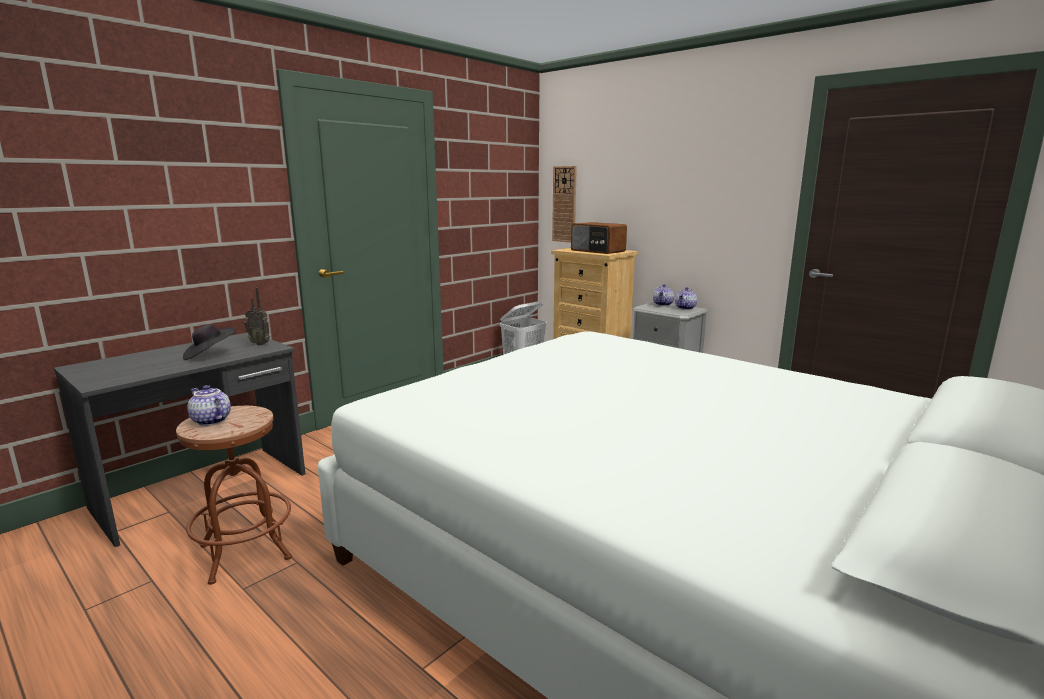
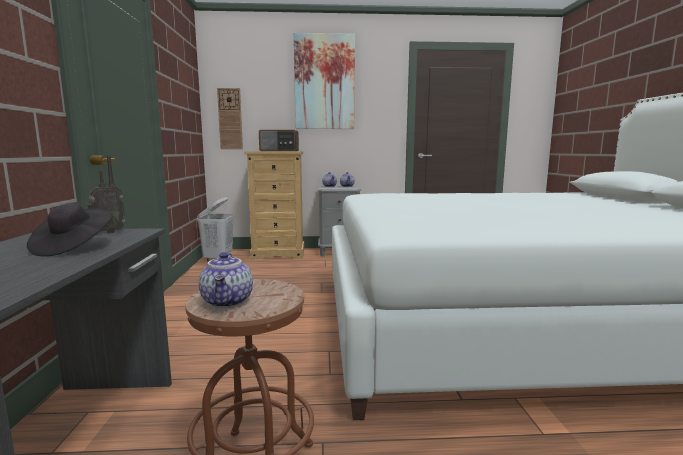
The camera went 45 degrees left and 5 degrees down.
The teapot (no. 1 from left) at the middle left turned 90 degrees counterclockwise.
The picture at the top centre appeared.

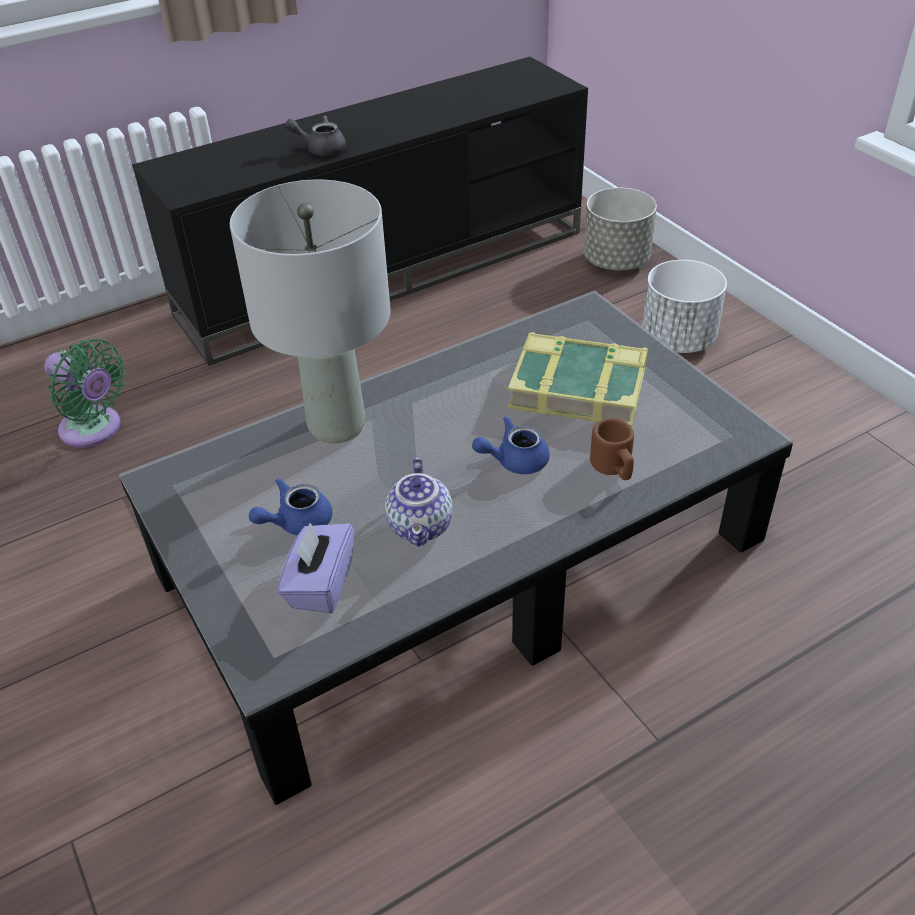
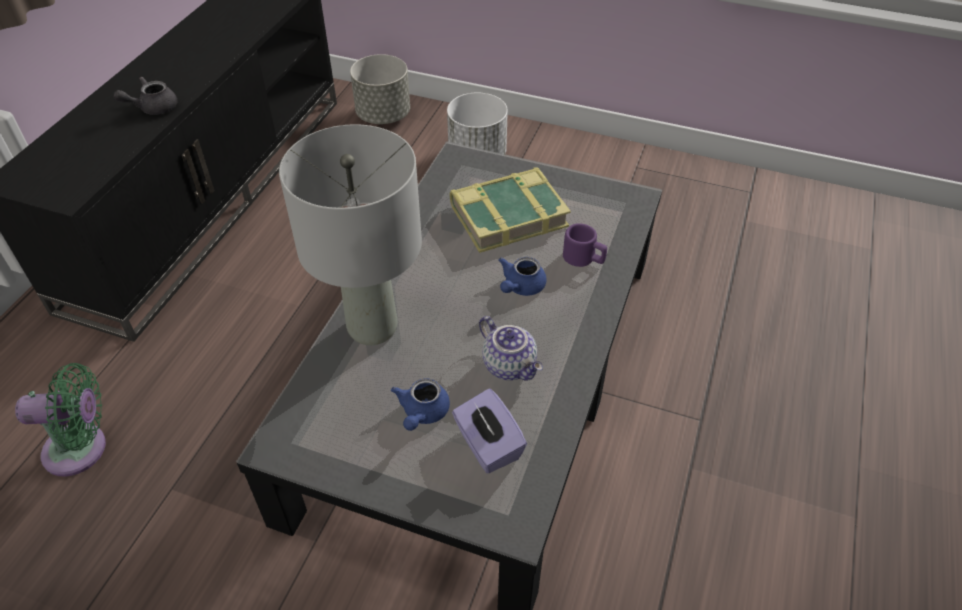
The camera went 40 degrees left and 5 degrees up.
The brown mug at the middle right became the purple mug at the centre.

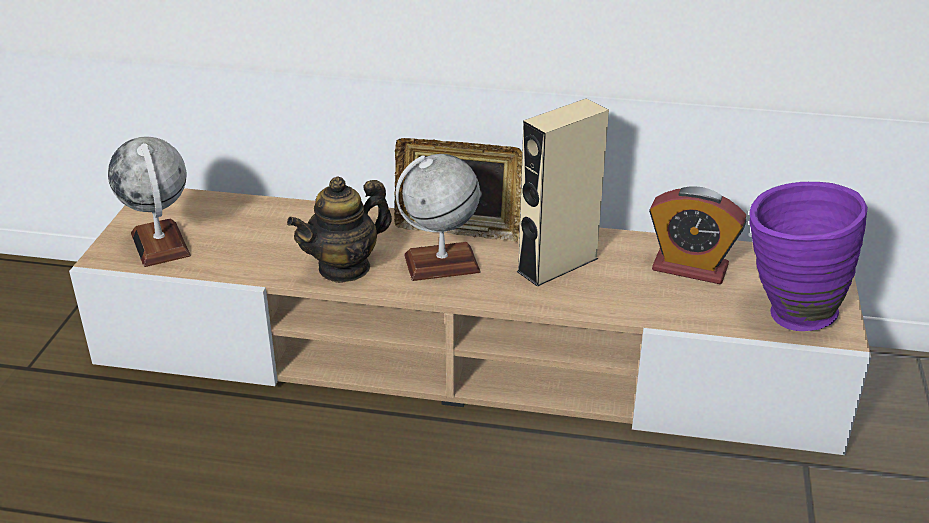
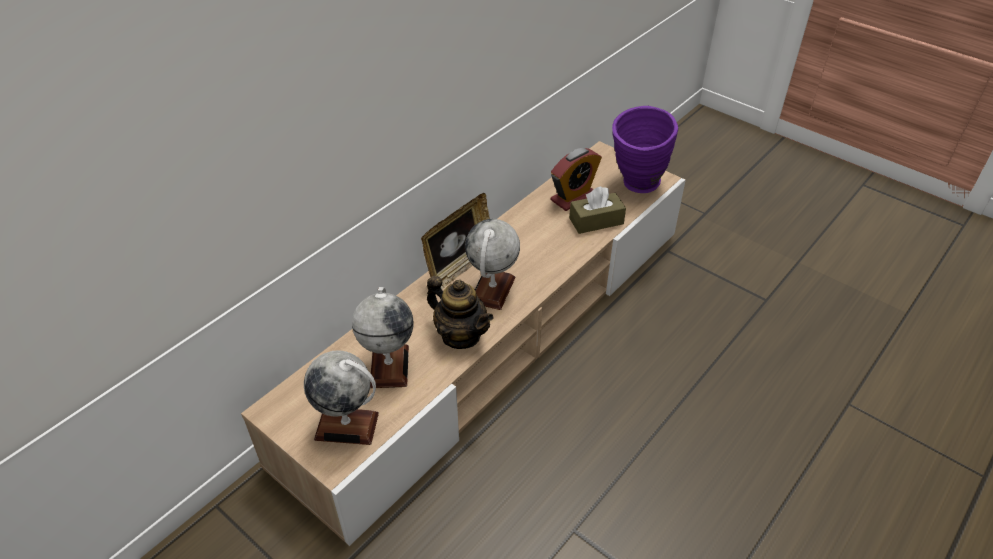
The camera went 60 degrees left and 10 degrees up.
The globe (no. 2 from left) at the centre appeared.
The teapot at the centre turned 45 degrees counterclockwise.
The brown tissue box at the centre appeared.
The beige speaker at the centre disappeared.

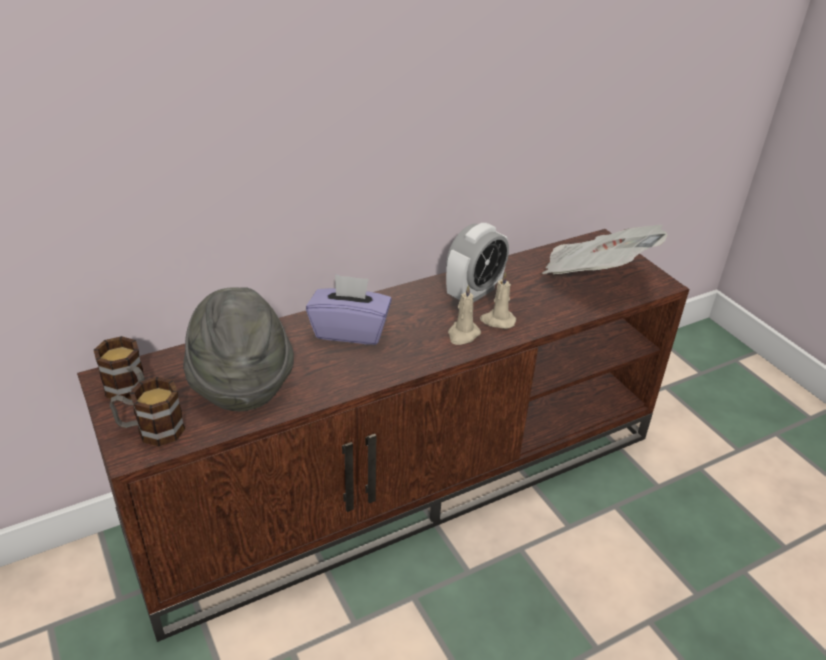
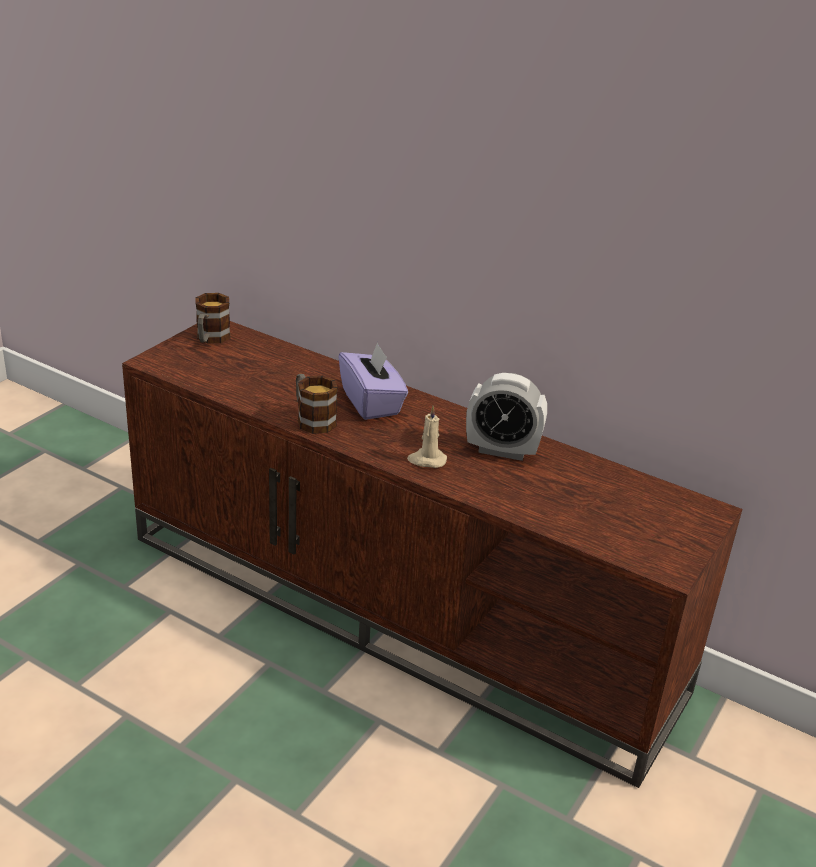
The camera went 60 degrees right and 5 degrees down.
The mug (no. 2 from left) moved from the middle left to the centre.
The grey hat at the middle left disappeared.
The beige candle (no. 2 from left) at the centre disappeared.
The newspaper at the middle right disappeared.

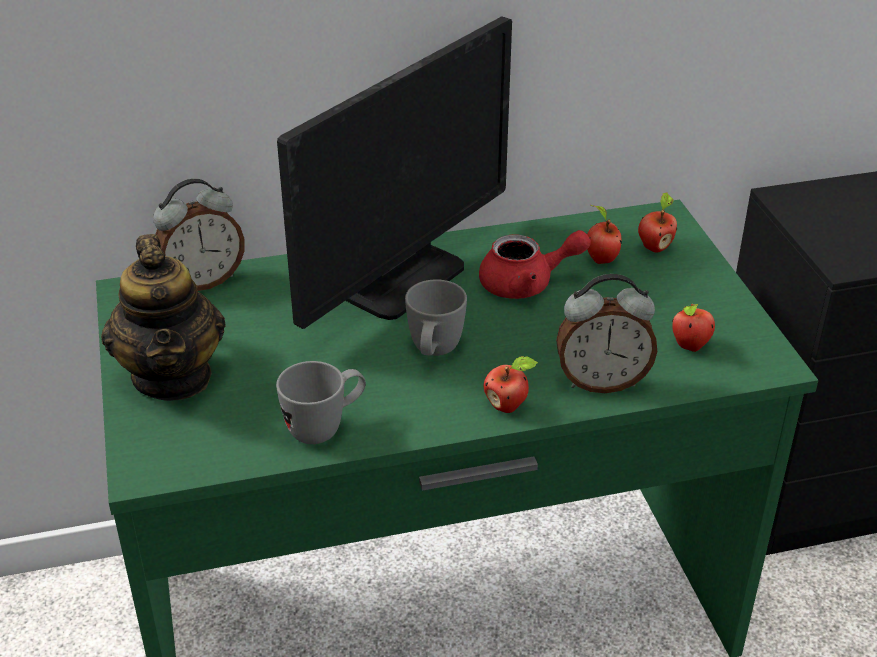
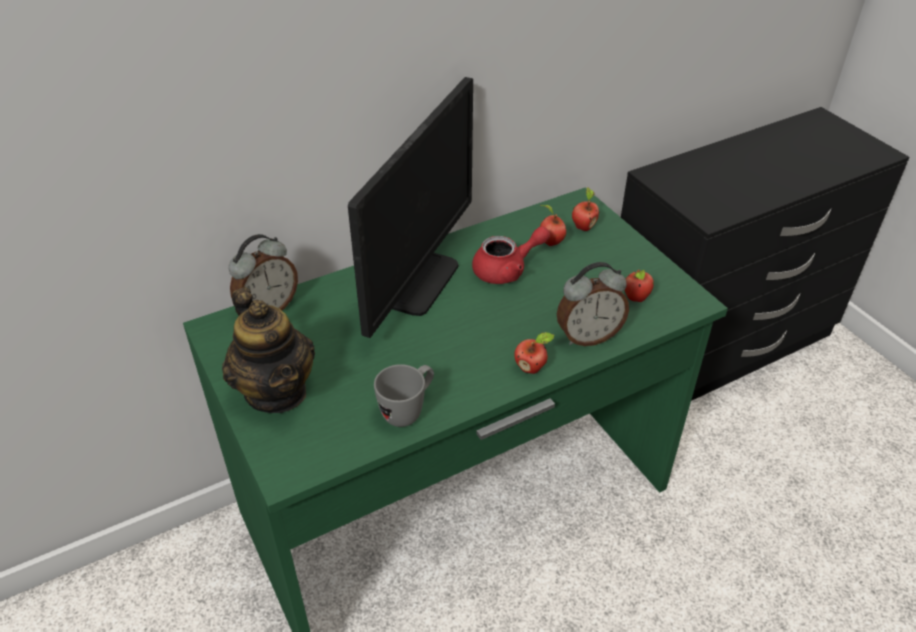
The camera went 15 degrees left and 5 degrees up.
The grey mug (no. 2 from left) at the centre disappeared.

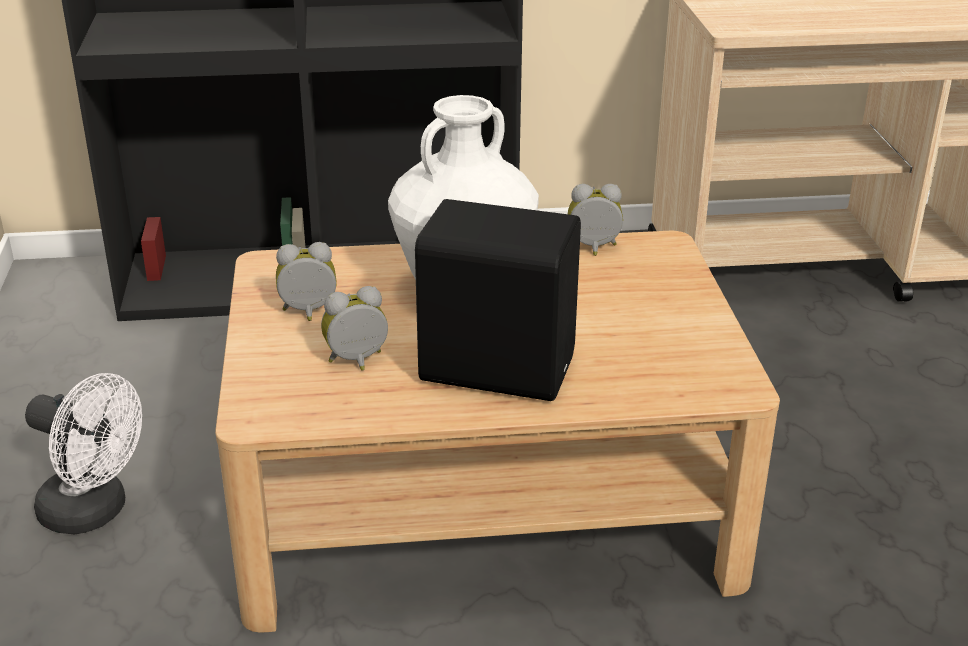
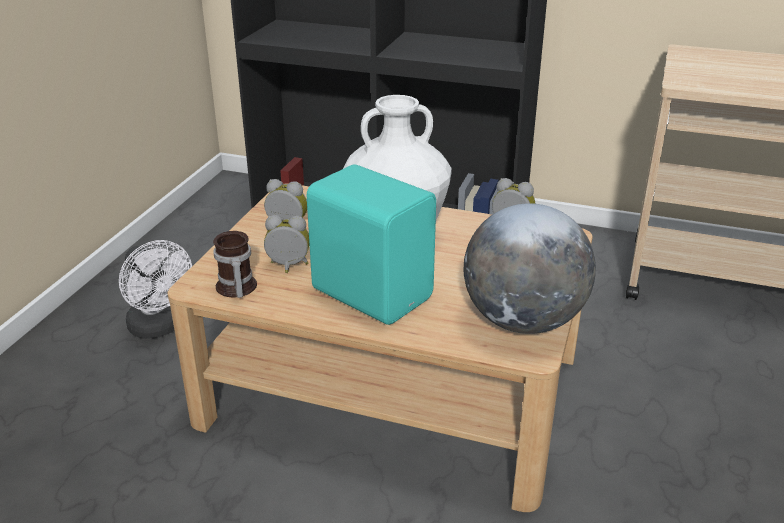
The camera went 25 degrees right and 0 degrees up.
The mug at the middle left appeared.
The black speaker at the centre became the turquoise speaker at the centre.
The globe at the middle right appeared.

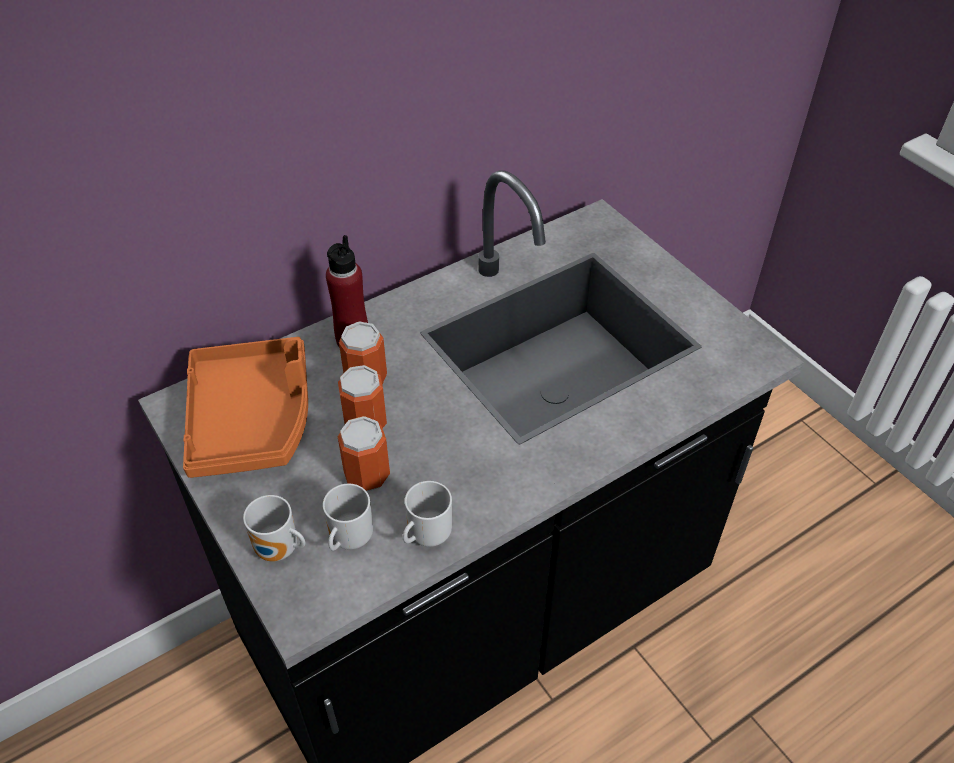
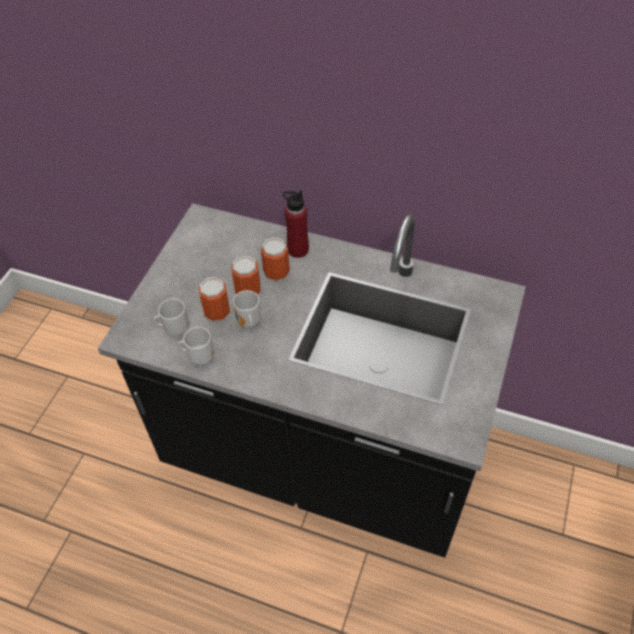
The camera went 55 degrees right and 5 degrees up.
The mug (no. 1 from left in the first image) moved from the bottom left to the centre.
The orange tray at the middle left disappeared.

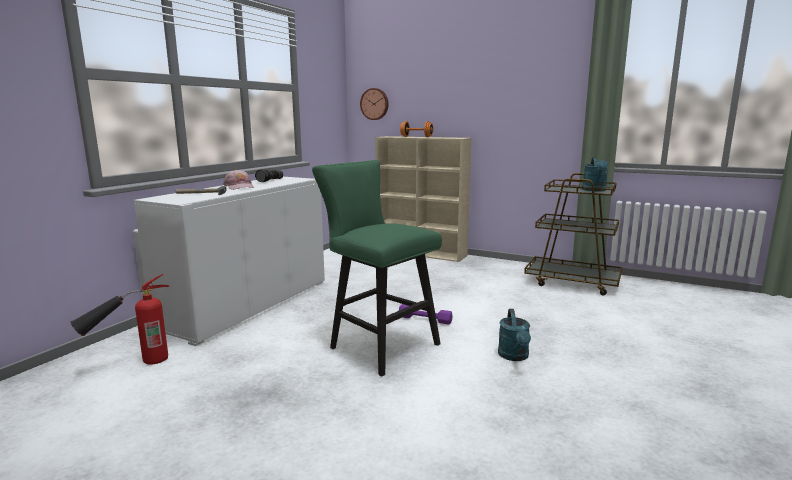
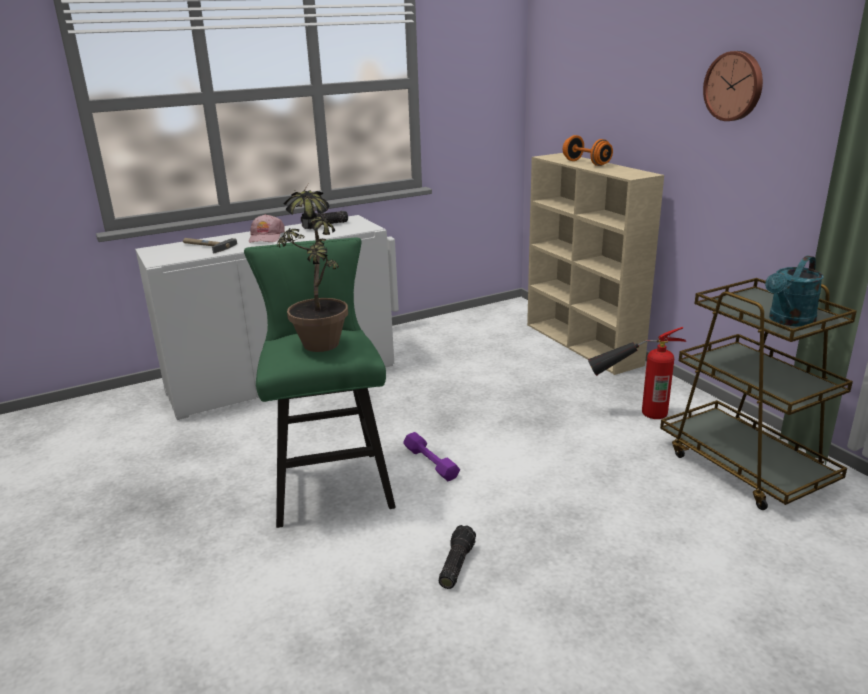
The camera went 35 degrees right and 10 degrees up.
The potted plant at the centre appeared.
The turquoise watering can (no. 1 from left) at the bottom centre was replaced by the flashlight (no. 2 from left) at the bottom centre.
The fire extinguisher moved from the middle left to the middle right.
The wall clock moved from the top centre to the top right.

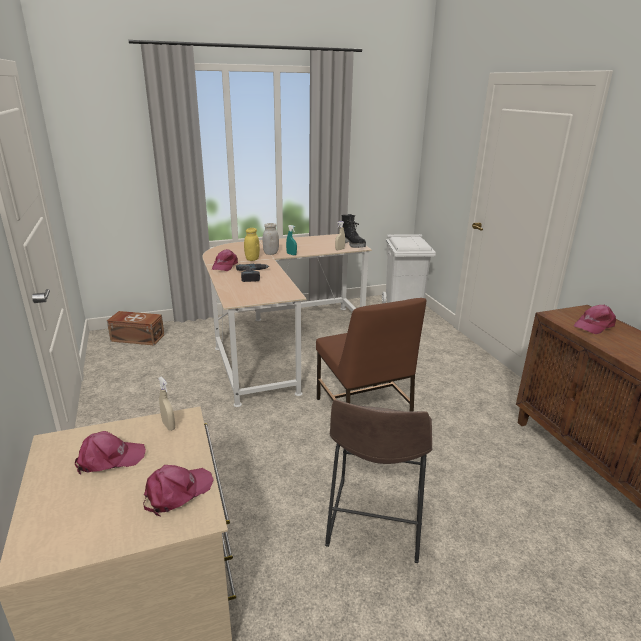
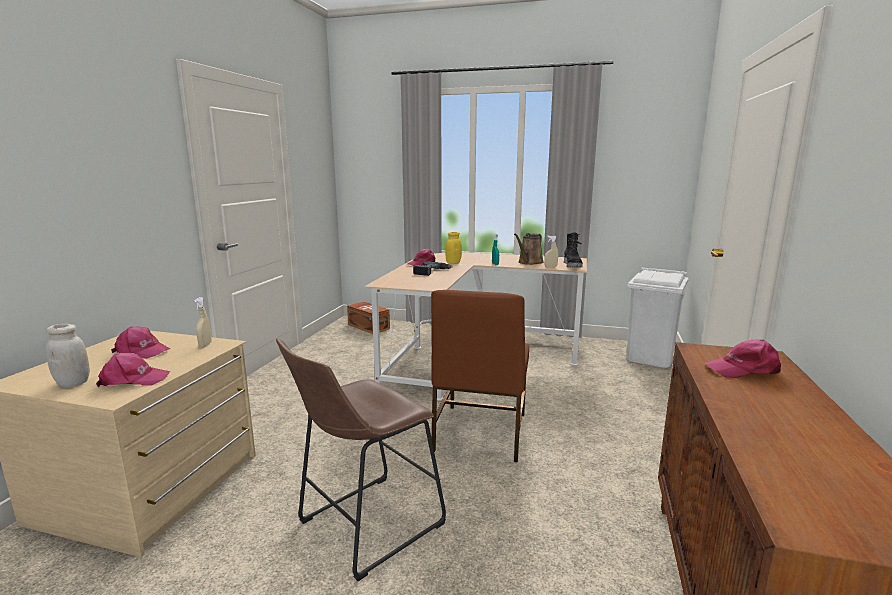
The camera went 35 degrees right and 10 degrees down.
The white jar moved from the centre to the middle left.
The brown watering can at the centre appeared.

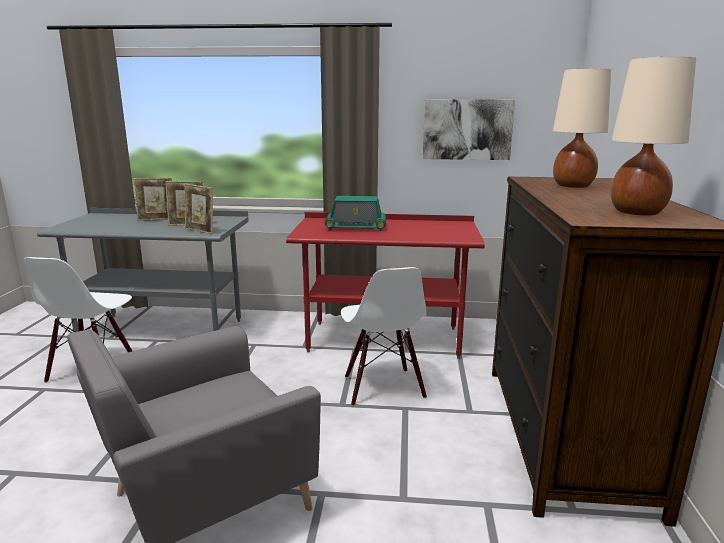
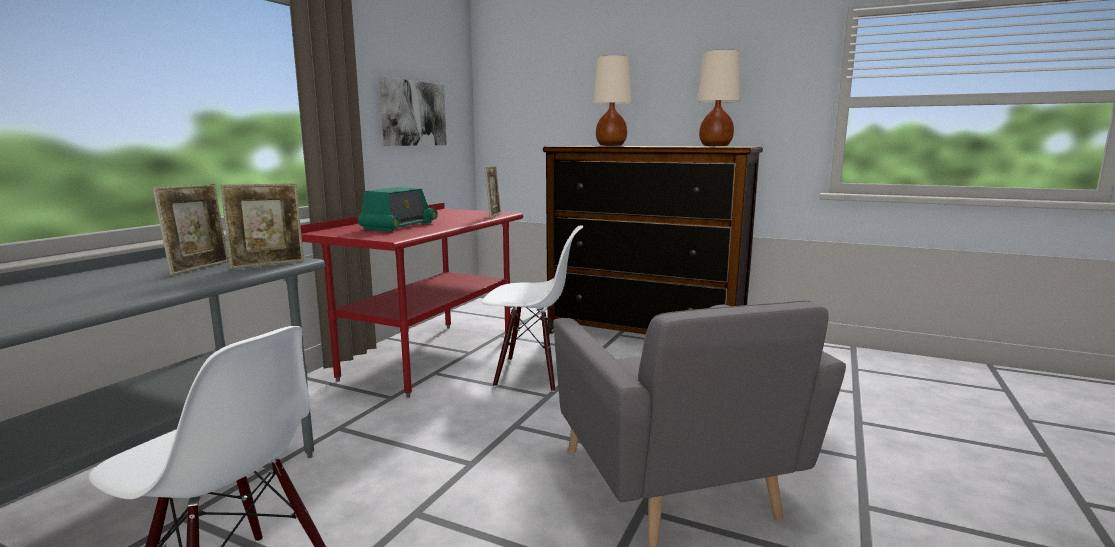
The camera went 70 degrees left and 5 degrees down.
The picture frame (no. 1 from left in the first image) moved from the middle left to the centre.

